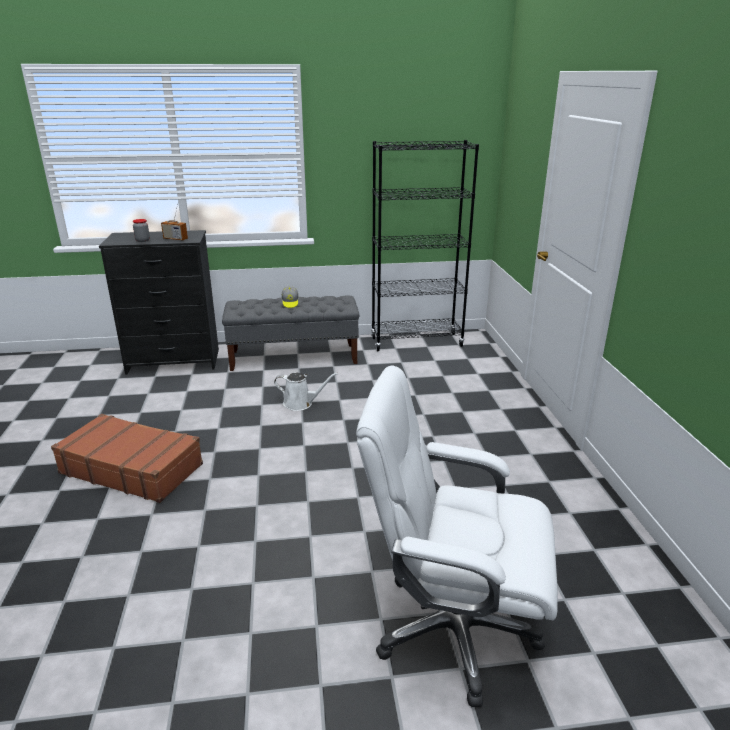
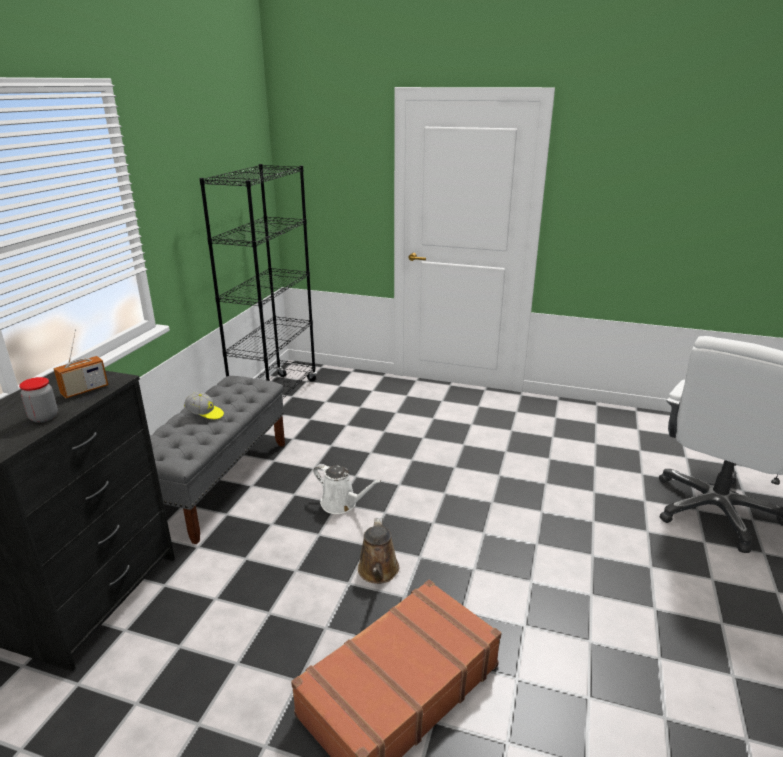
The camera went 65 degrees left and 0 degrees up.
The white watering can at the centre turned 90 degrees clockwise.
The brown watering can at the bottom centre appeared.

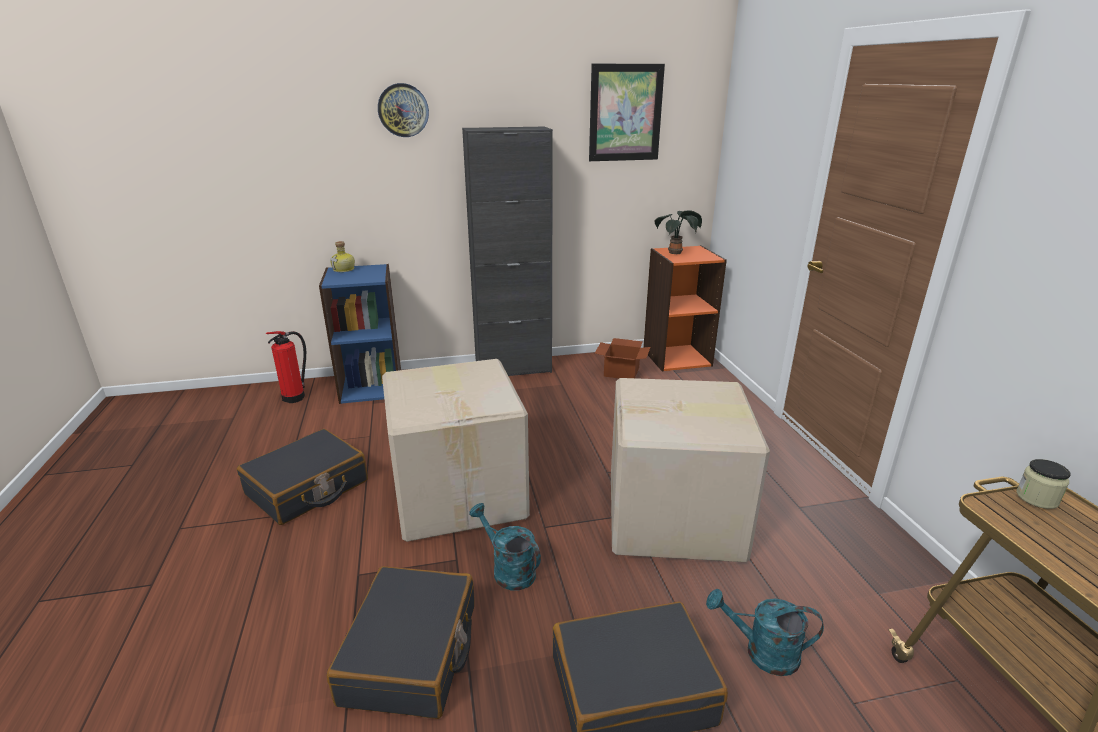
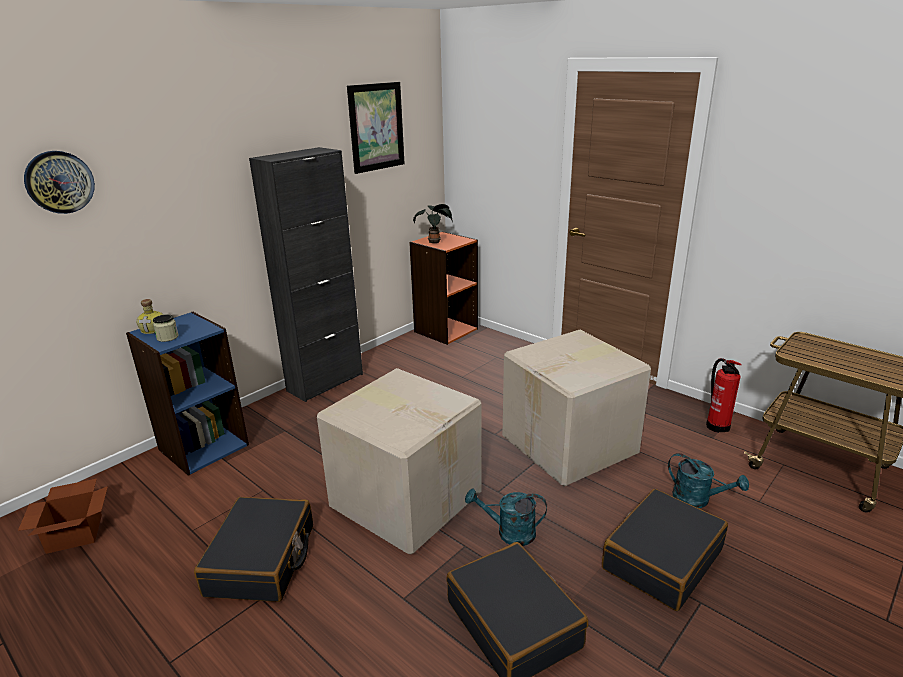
The camera went 35 degrees left and 0 degrees up.
The cardboard box (no. 2 from left in the first image) moved from the centre to the bottom left.
The wall clock moved from the top centre to the top left.
The jar moved from the middle right to the middle left.
The turquoise watering can (no. 2 from left) at the bottom right turned 120 degrees counterclockwise.
The fire extinguisher moved from the middle left to the middle right.

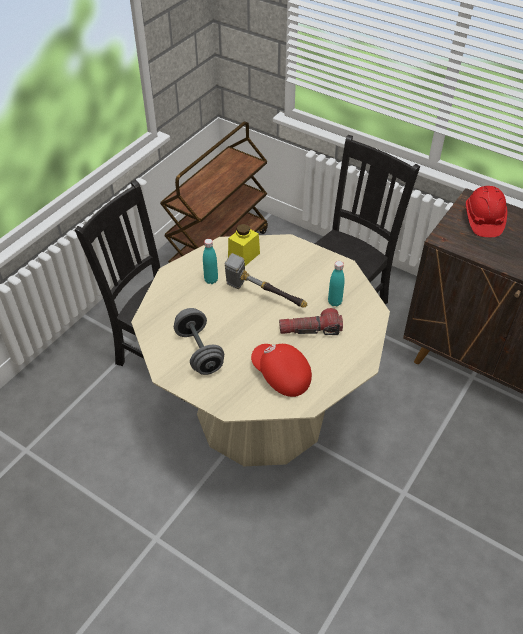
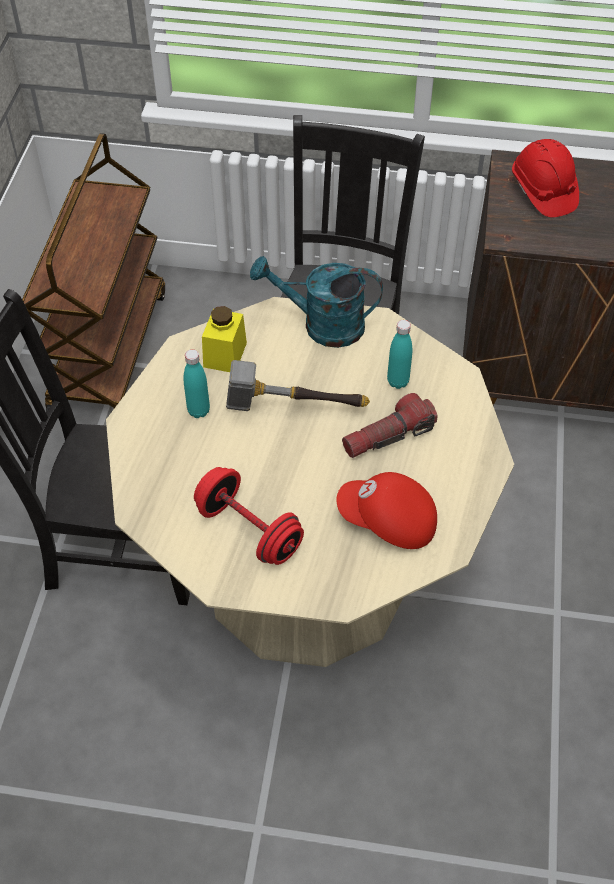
The camera went 25 degrees left and 5 degrees up.
The grey dumbbell at the centre became the red dumbbell at the centre.
The turquoise watering can at the centre appeared.

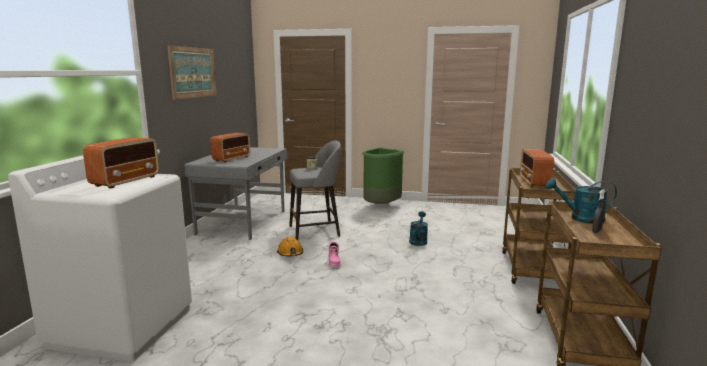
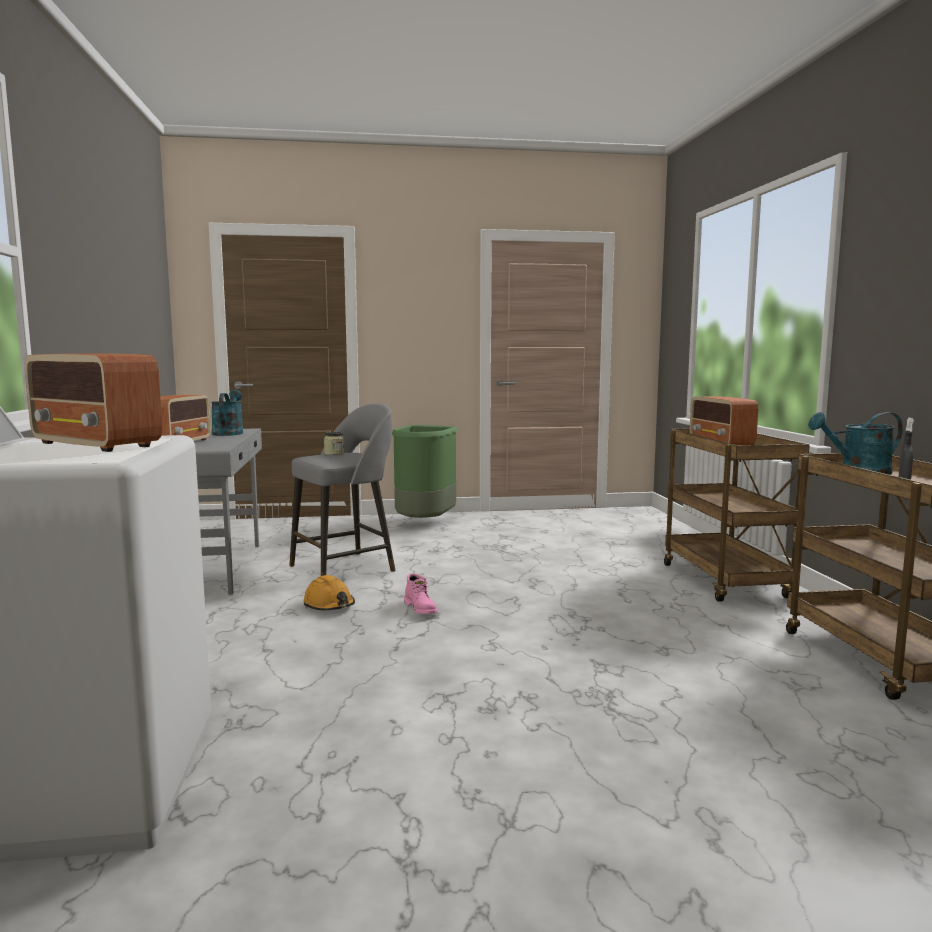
The camera went 20 degrees left and 5 degrees down.
The radio (no. 1 from left) at the middle left turned 120 degrees clockwise.
The turquoise watering can (no. 1 from left) moved from the centre to the middle left.
The picture at the top left disappeared.

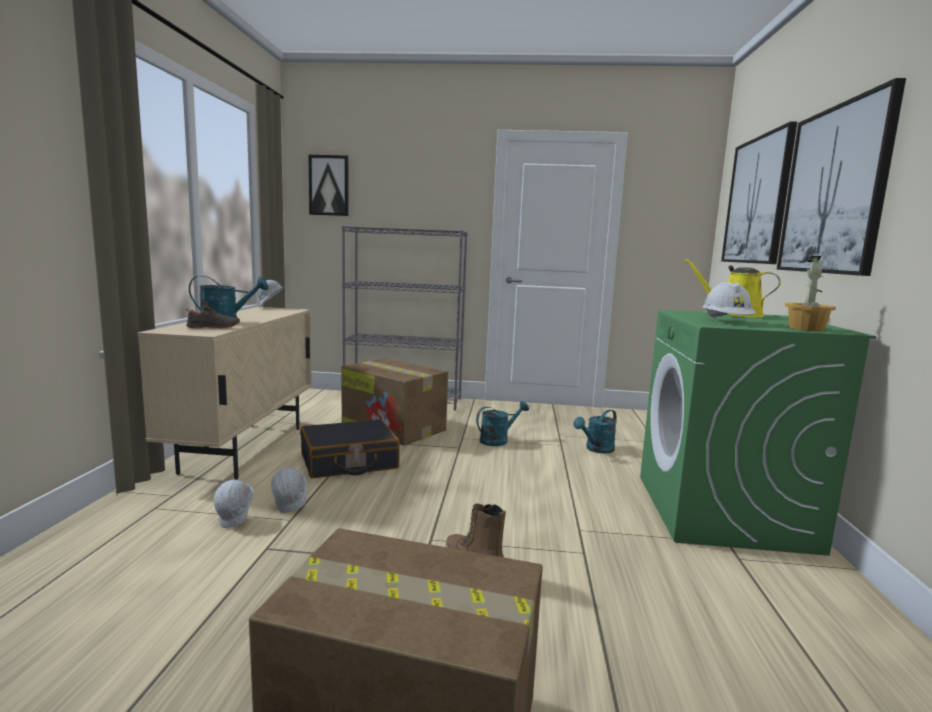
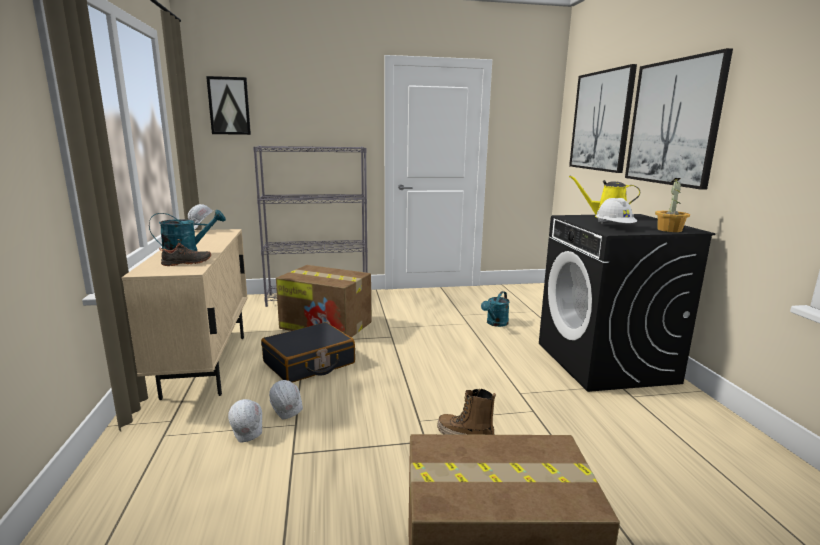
The camera went 15 degrees left and 5 degrees up.
The green washing machine at the middle right became the black washing machine at the middle right.
The turquoise watering can (no. 2 from left) at the centre disappeared.

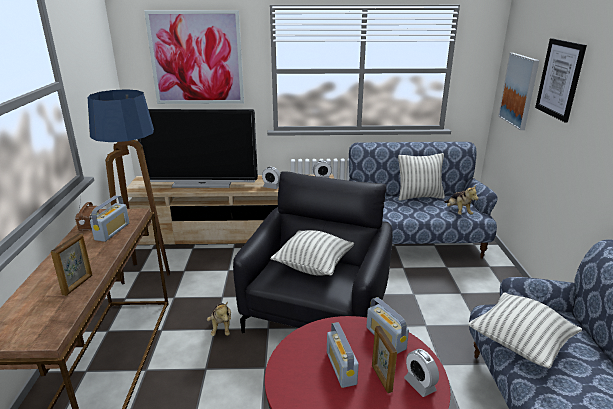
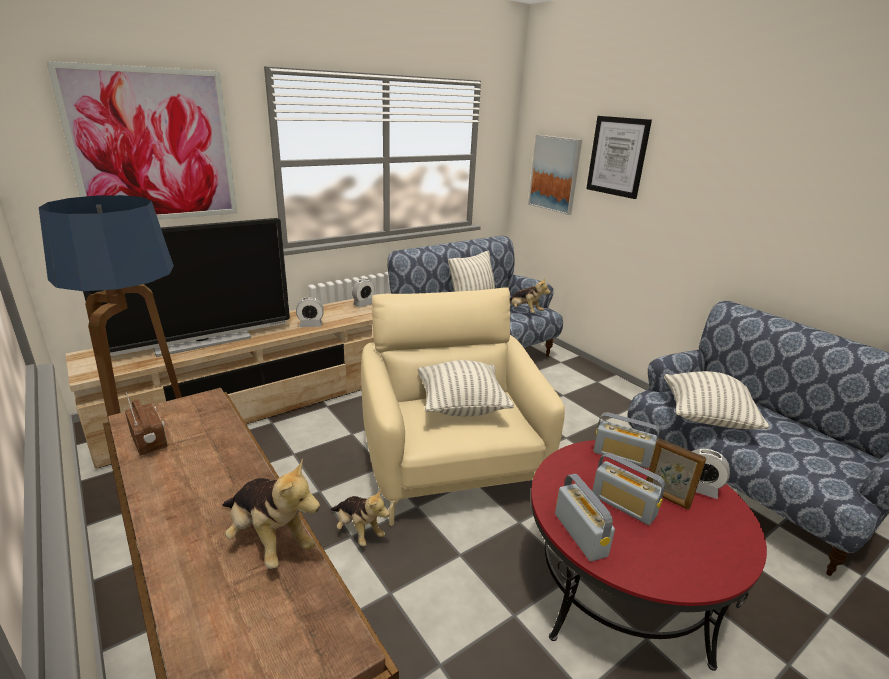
The camera went 35 degrees left and 0 degrees up.
The picture frame (no. 1 from left) at the middle left was replaced by the plush toy (no. 1 from left) at the bottom left.
The black armchair at the centre became the beige armchair at the centre.
The radio (no. 2 from left) moved from the middle left to the bottom centre.

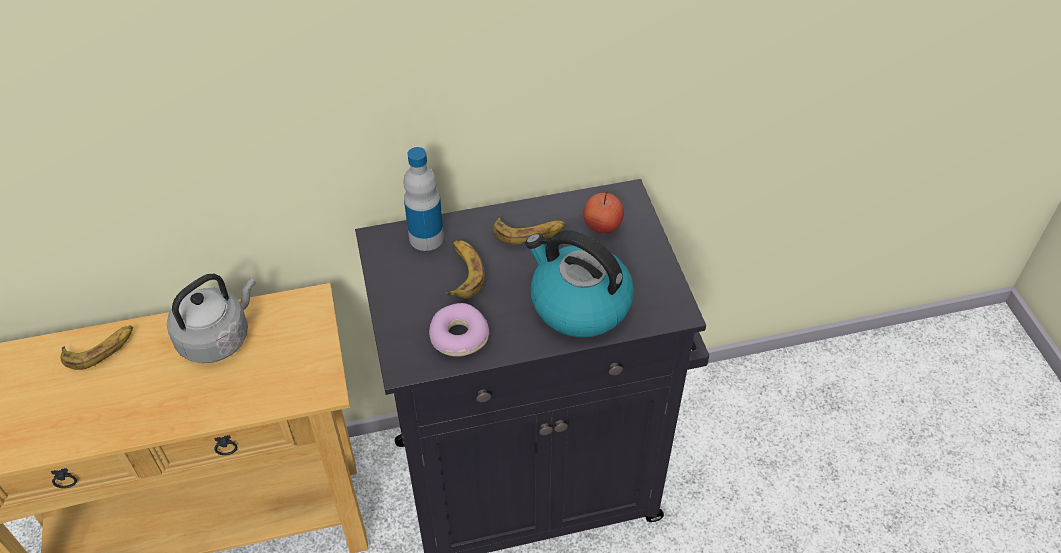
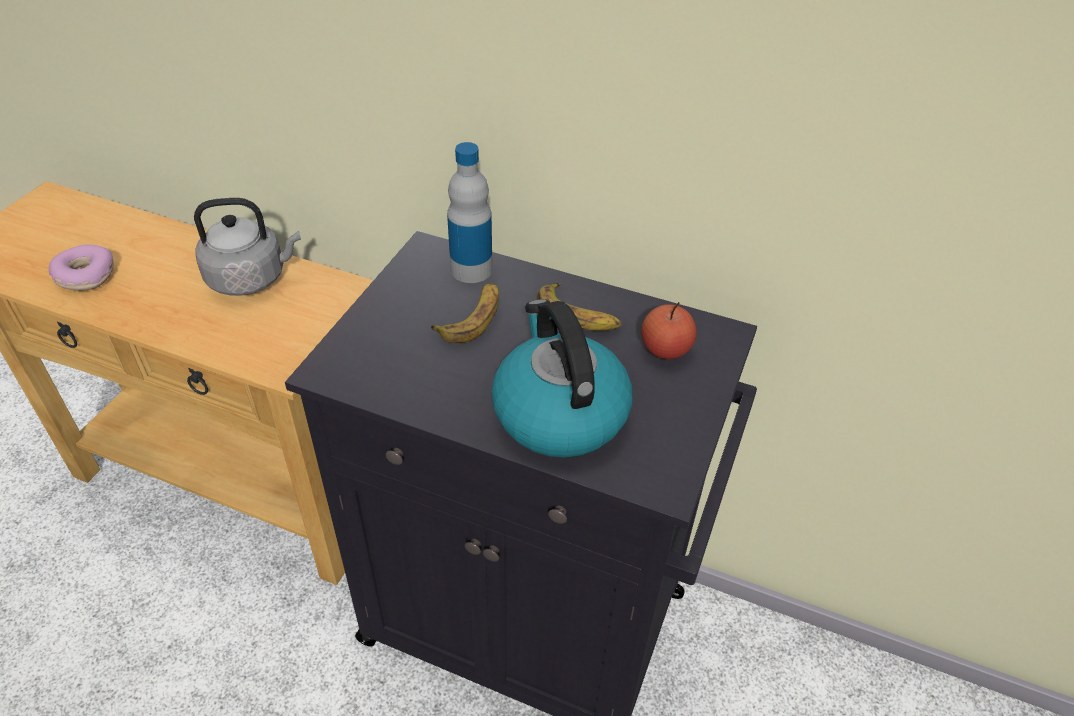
The camera went 35 degrees right and 5 degrees down.
The donut moved from the centre to the middle left.
The banana (no. 1 from left) at the middle left disappeared.

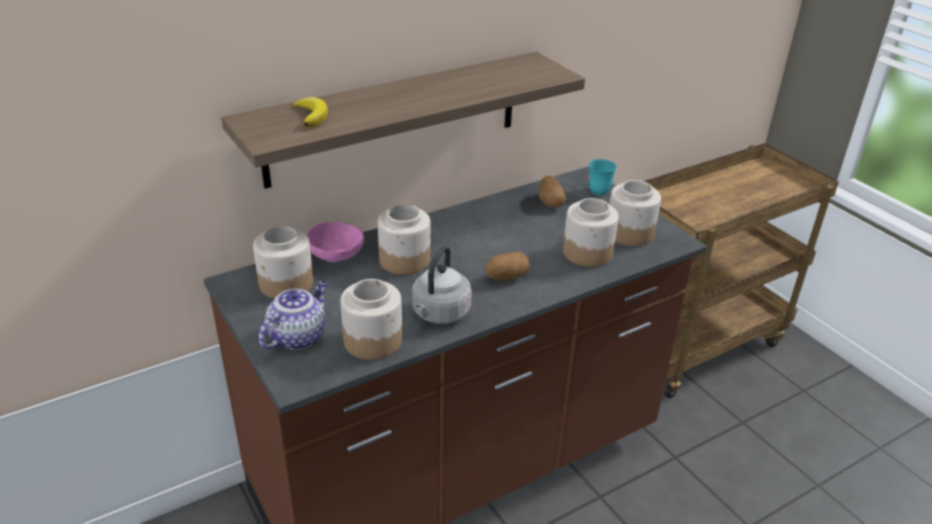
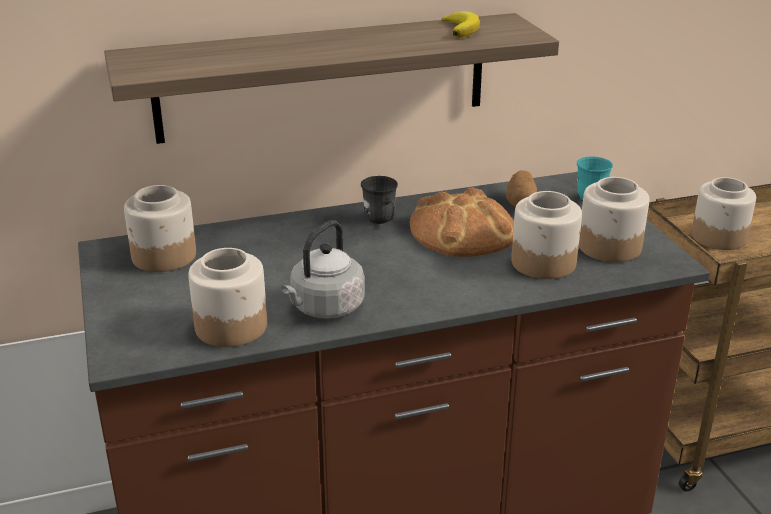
The camera went 15 degrees right and 5 degrees down.
The grey mug at the centre appeared.
The bread at the centre appeared.
The banana moved from the top left to the top centre.
The jar (no. 3 from left in the first image) moved from the centre to the middle right.
The teapot at the middle left disappeared.
The pink bowl at the centre disappeared.
The potato (no. 1 from left) at the centre disappeared.

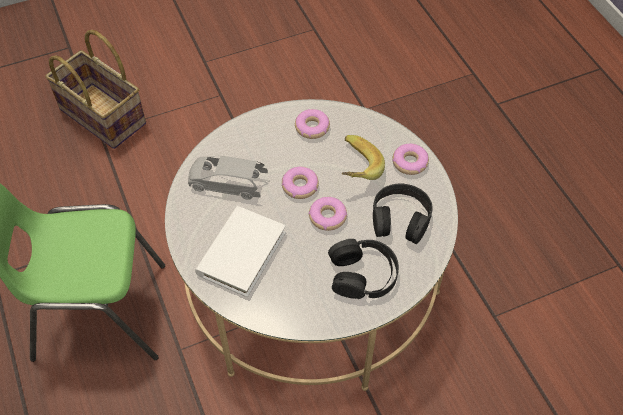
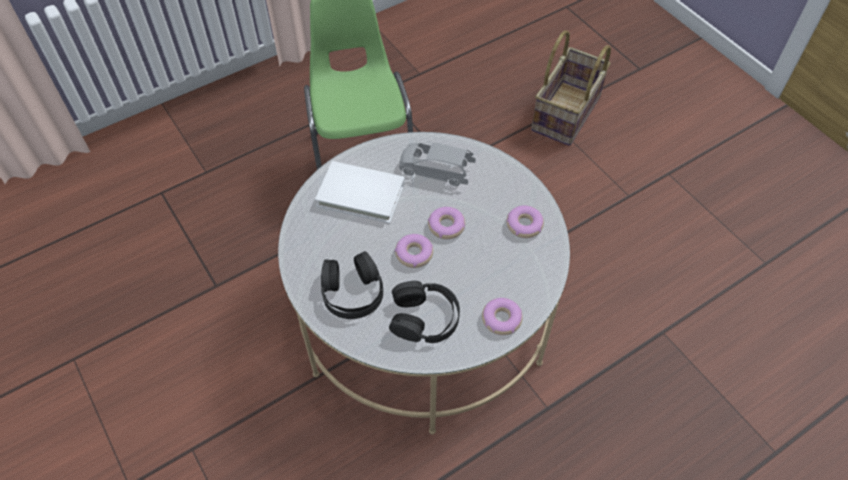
The camera went 80 degrees right and 0 degrees up.
The grey toy car at the centre turned 75 degrees counterclockwise.
The banana at the centre disappeared.

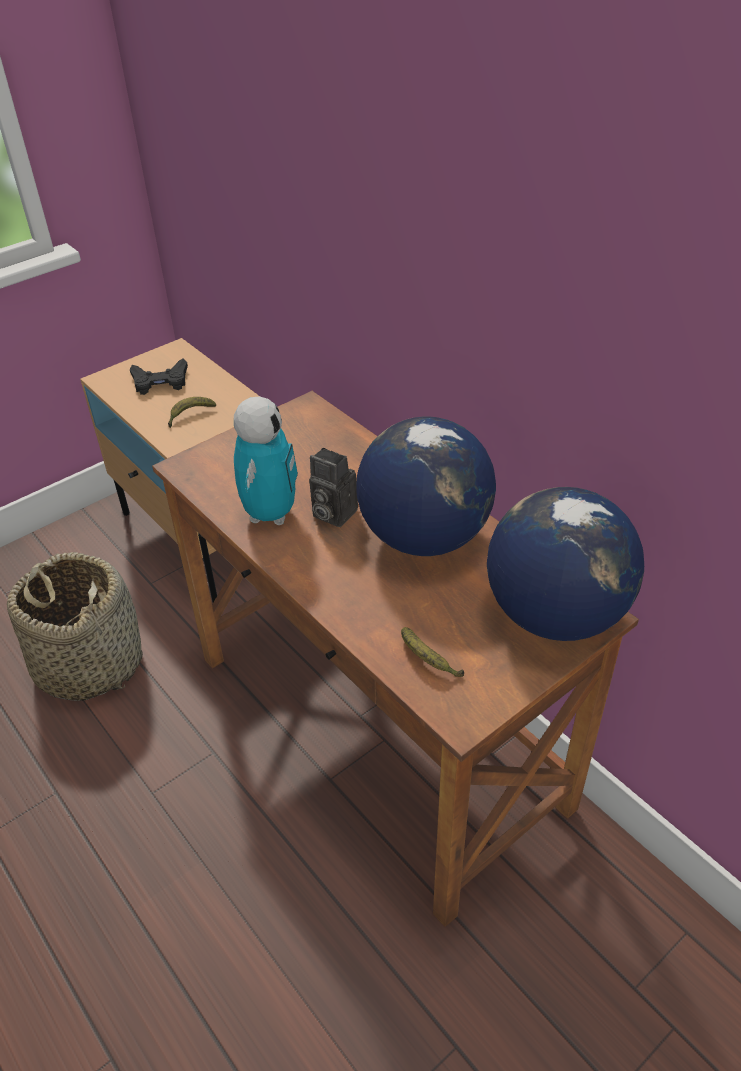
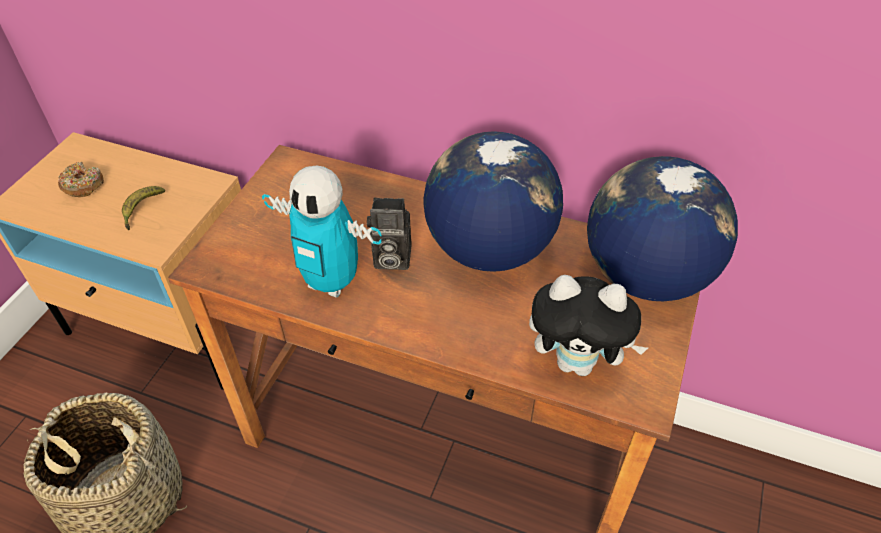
The camera went 30 degrees left and 5 degrees up.
The black game controller at the middle left was replaced by the donut at the middle left.
The toy robot at the centre turned 135 degrees clockwise.
The banana (no. 2 from left) at the centre was replaced by the plush toy at the middle right.

